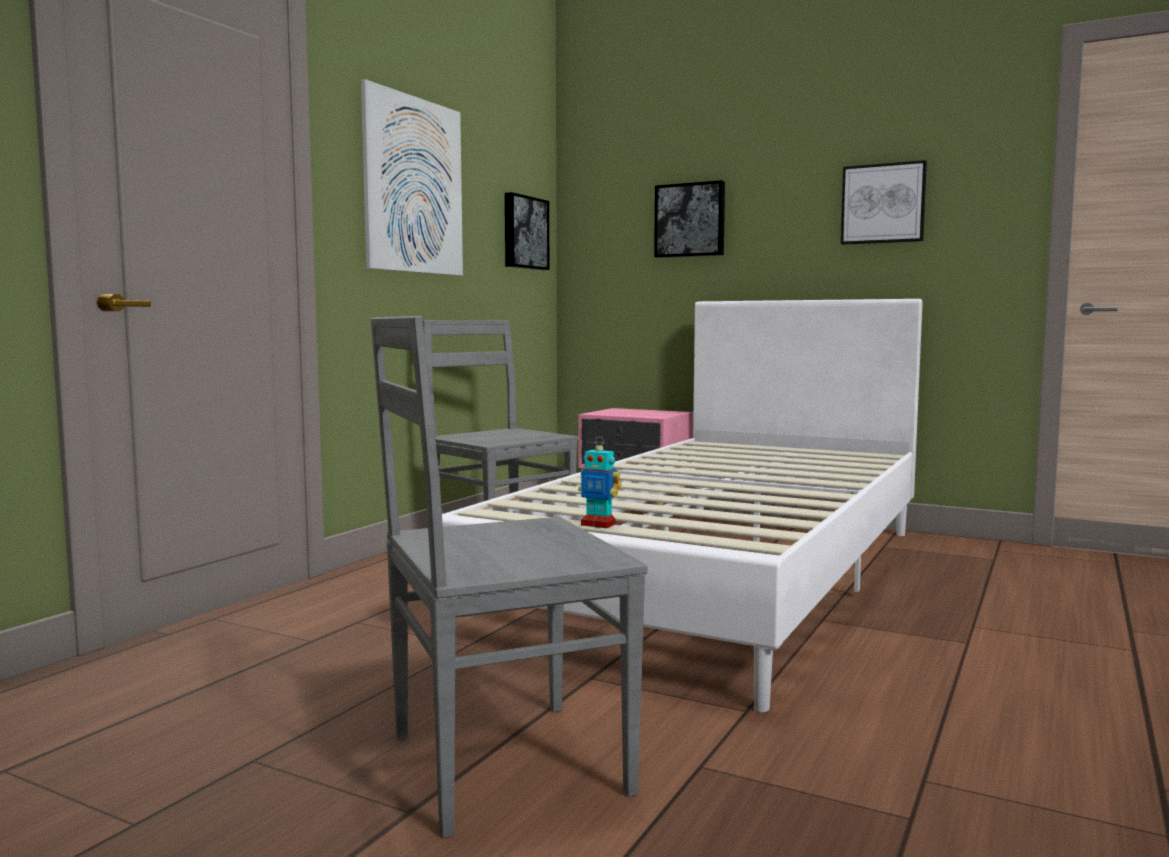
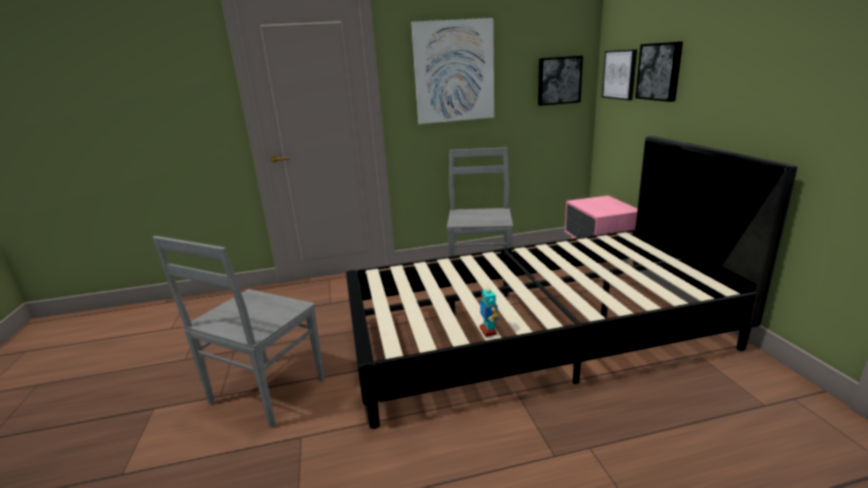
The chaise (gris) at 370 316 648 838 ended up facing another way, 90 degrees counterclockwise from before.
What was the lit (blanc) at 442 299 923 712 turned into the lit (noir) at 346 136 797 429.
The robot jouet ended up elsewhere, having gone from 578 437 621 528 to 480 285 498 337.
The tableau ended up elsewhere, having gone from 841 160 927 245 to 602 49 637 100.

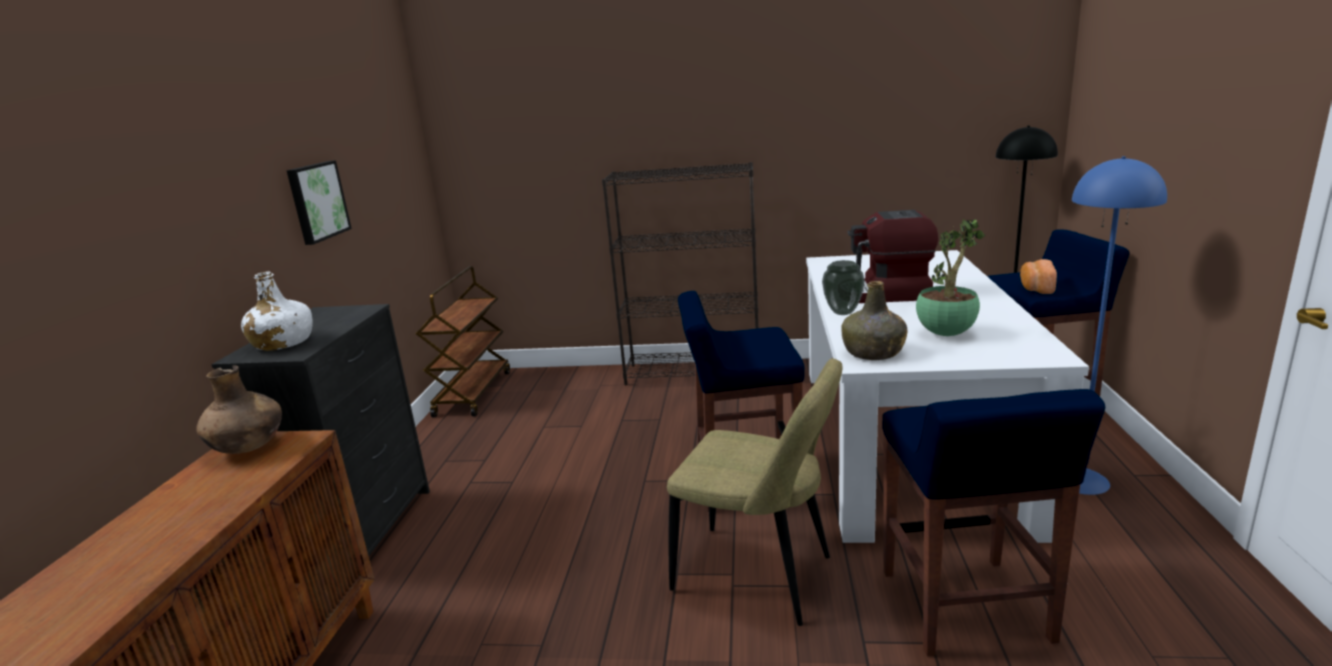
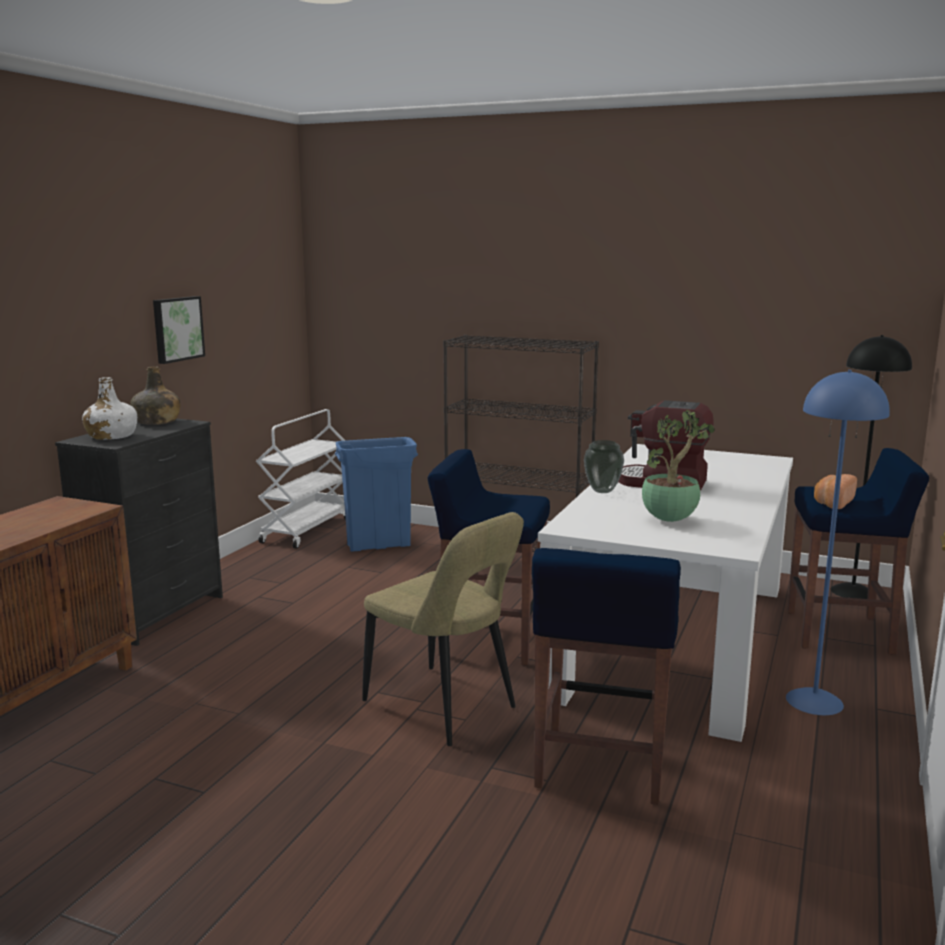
The bouteille (vert) ended up elsewhere, having gone from 841 281 907 360 to 131 366 180 425.
What was the chariot (marron) at 416 266 510 417 turned into the chariot (blanc) at 256 409 346 549.
The second view gained the poubelle (bleu) at 335 437 418 552.
The second view lost the vase (marron) at 196 365 282 454.

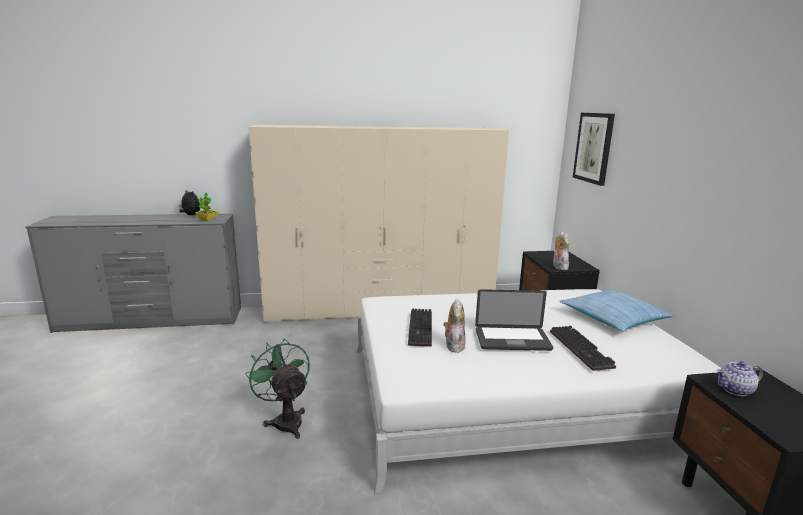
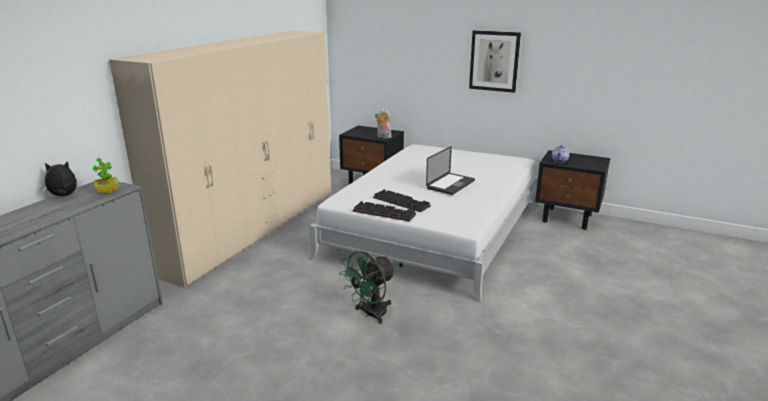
The ventilateur (vert) at 245 339 310 439 ended up facing another way, 45 degrees counterclockwise from before.
The clavier ended up elsewhere, having gone from 550 326 616 371 to 353 201 416 222.
The tableau ended up elsewhere, having gone from 573 113 615 186 to 469 30 521 93.
The second view lost the peluche at 443 298 466 353.
The second view lost the coussin at 559 289 673 332.

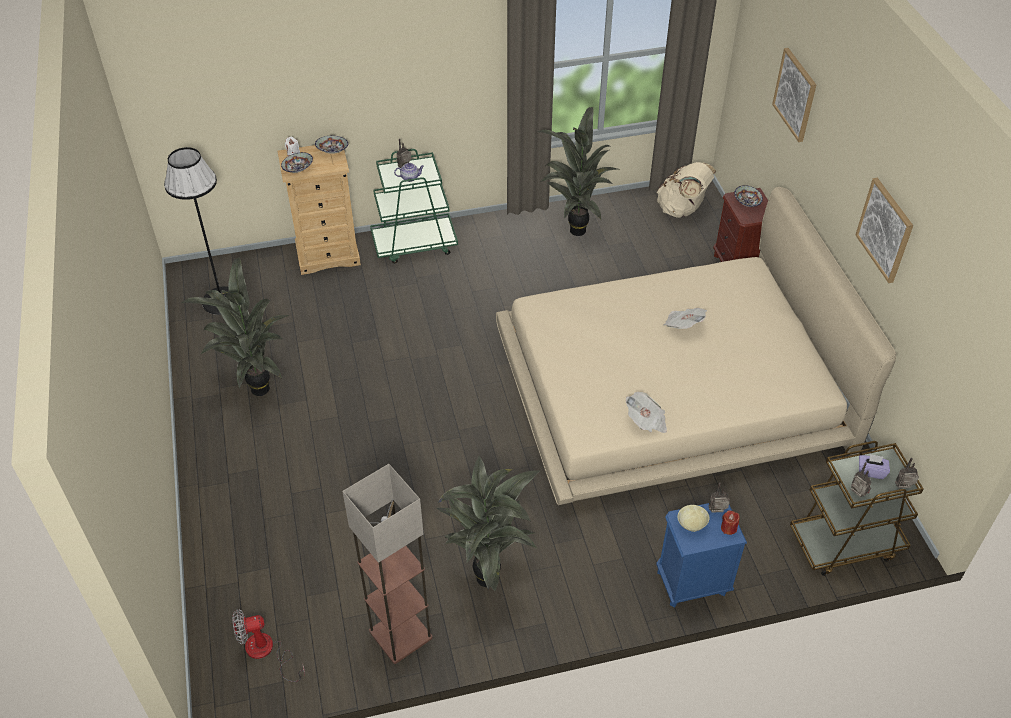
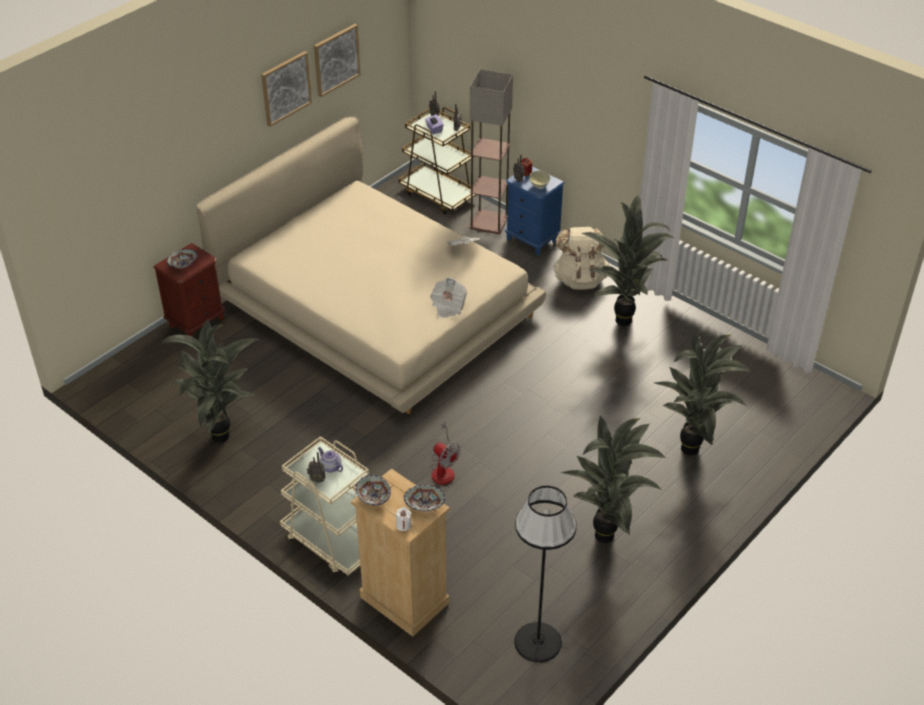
What was the chariot (vert) at 370 149 458 263 turned into the chariot (beige) at 280 436 369 575.
The tableau ended up elsewhere, having gone from 772 48 816 142 to 314 24 361 97.
The journal ended up elsewhere, having gone from 664 308 707 329 to 430 277 467 318.
The ventilateur ended up elsewhere, having gone from 232 609 305 682 to 430 420 460 485.
The lampadaire ended up elsewhere, having gone from 342 464 433 664 to 470 69 513 234.
The sac à dos (beige) ended up elsewhere, having gone from 657 162 716 218 to 553 227 609 290.
The second view gained the plante en pot at 655 331 751 455.

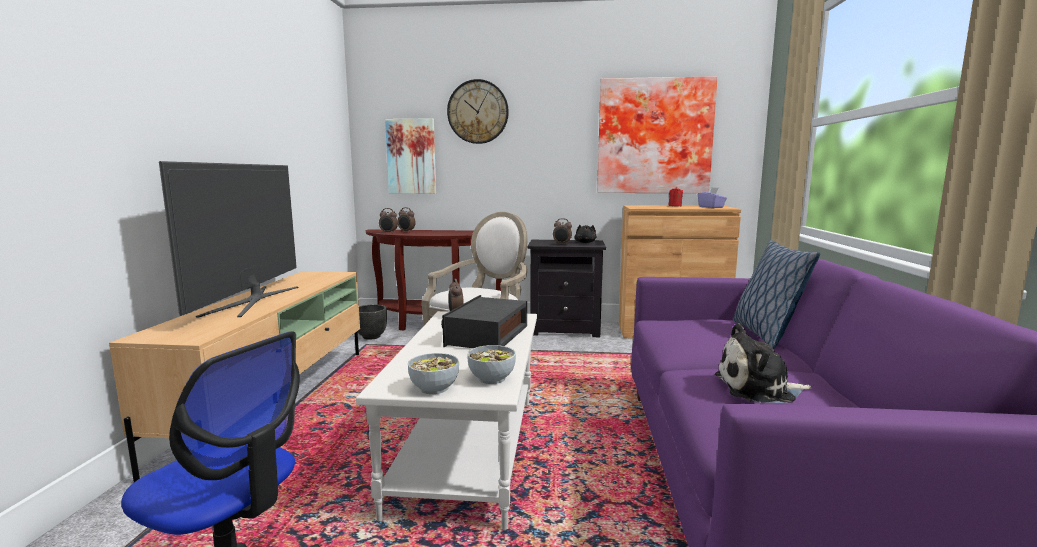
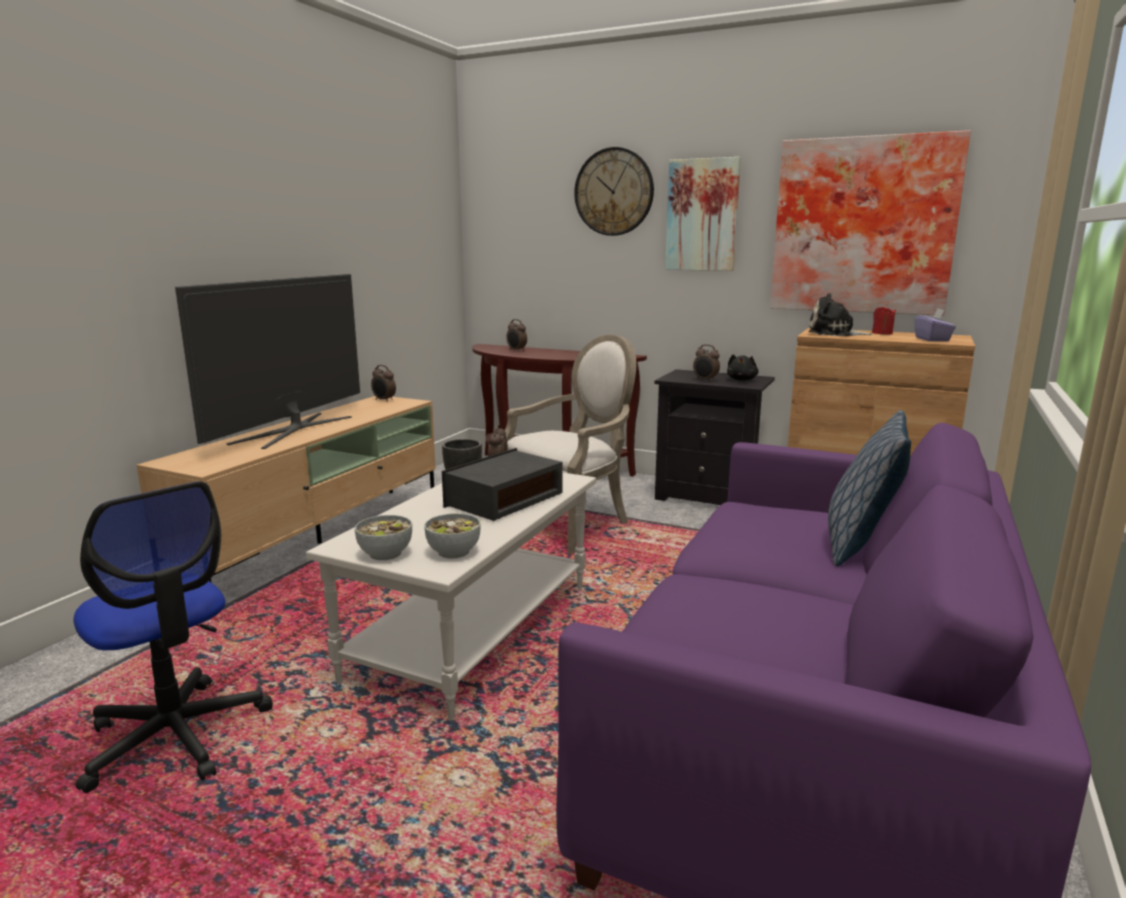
The réveil ended up elsewhere, having gone from 379 208 398 234 to 371 365 396 402.
The tableau ended up elsewhere, having gone from 385 118 436 194 to 665 157 741 271.
The peluche ended up elsewhere, having gone from 715 323 811 403 to 809 293 872 336.

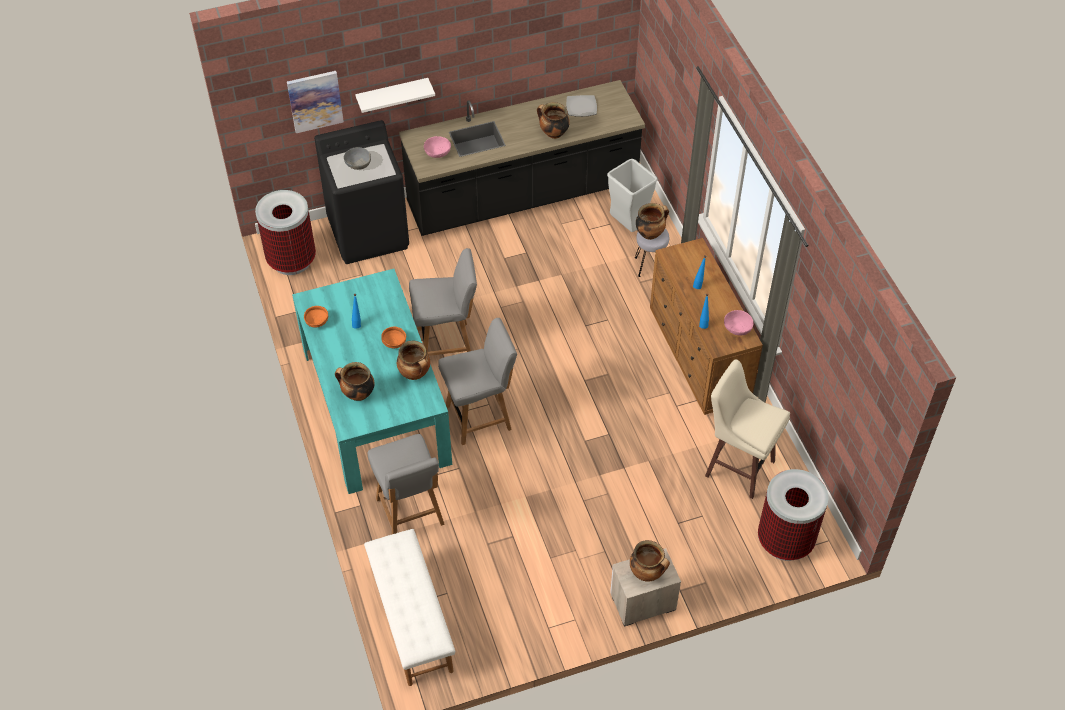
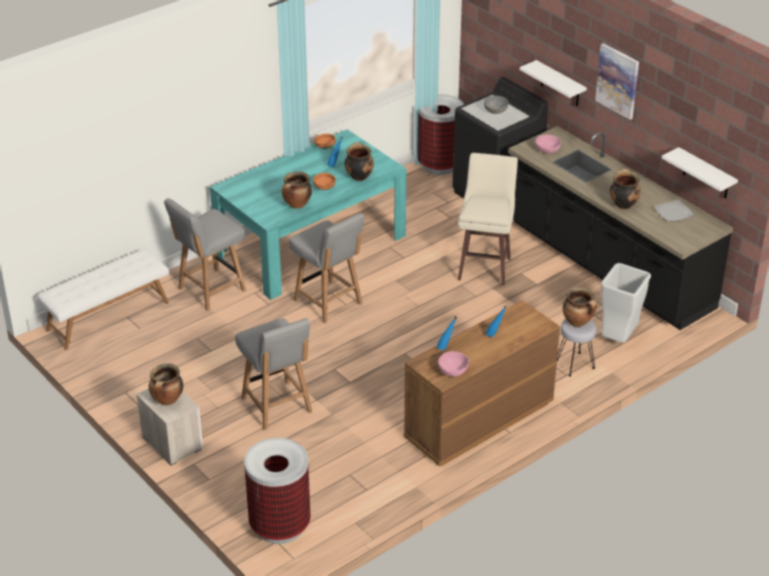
The chaise (gris) ended up elsewhere, having gone from 409 248 477 356 to 235 318 312 430.
The marmite ended up elsewhere, having gone from 335 362 375 401 to 345 142 374 181.
The tabouret (beige) ended up elsewhere, having gone from 705 359 790 499 to 458 153 518 286.
The tableau ended up elsewhere, having gone from 287 71 344 133 to 595 43 639 120.
The second view gained the étagère (blanc) at 662 147 738 199.

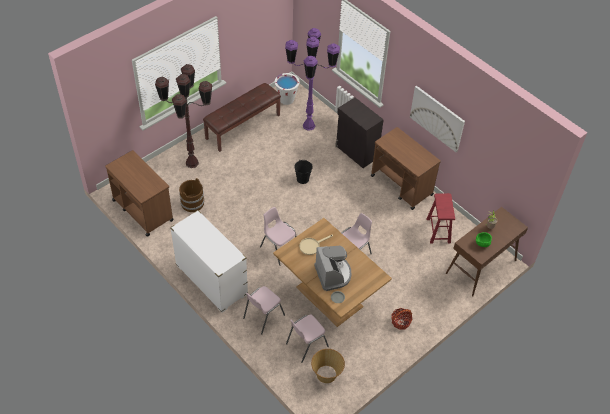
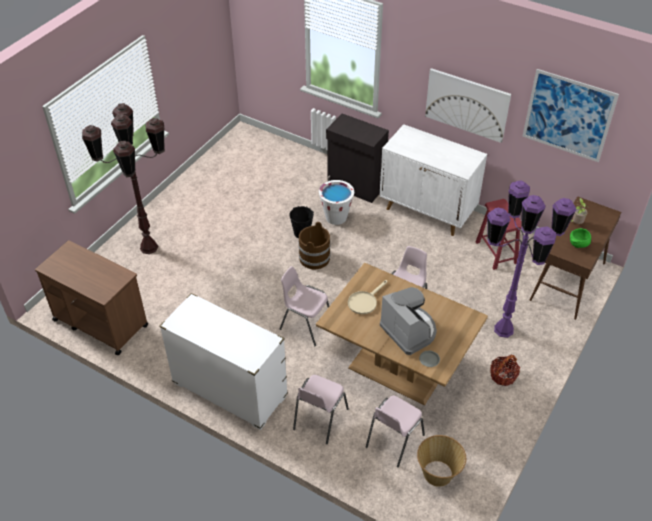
The seau (marron) ended up elsewhere, having gone from 179 178 204 212 to 298 222 331 269.
The seau (blanc) ended up elsewhere, having gone from 275 73 300 105 to 319 180 354 225.
Where the chariot (marron) stood at 371 127 441 210, the meuble de rangement (blanc) came to stand at 379 124 487 236.
The lampadaire (violet) ended up elsewhere, having gone from 285 28 340 131 to 487 180 576 338.
The second view gained the tableau at 523 69 619 162.
The second view lost the banc (marron) at 203 83 281 152.

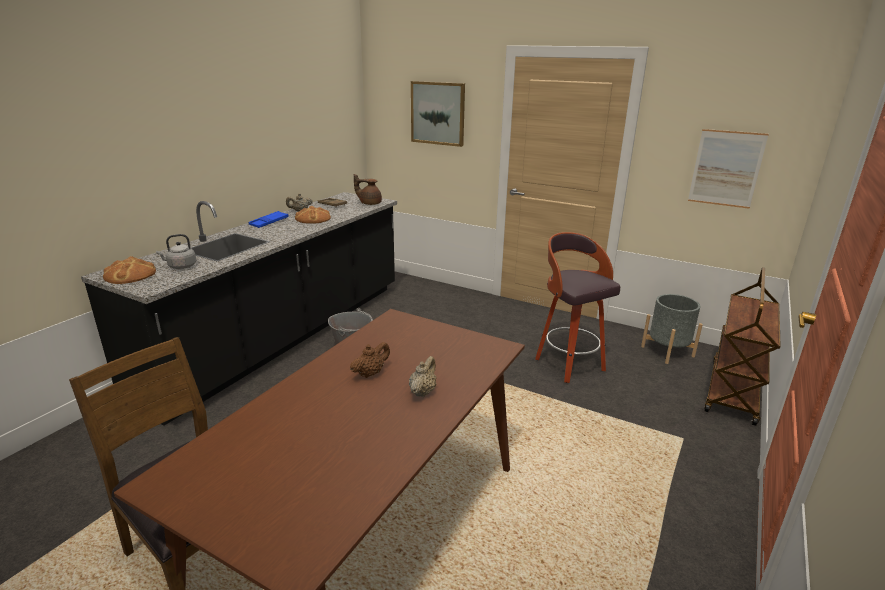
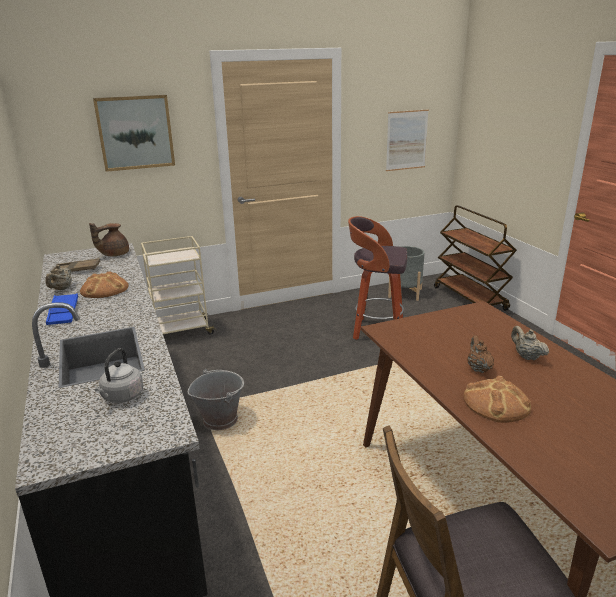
The second view gained the chariot (beige) at 141 236 217 335.
The pain ended up elsewhere, having gone from 103 256 156 284 to 463 376 531 423.

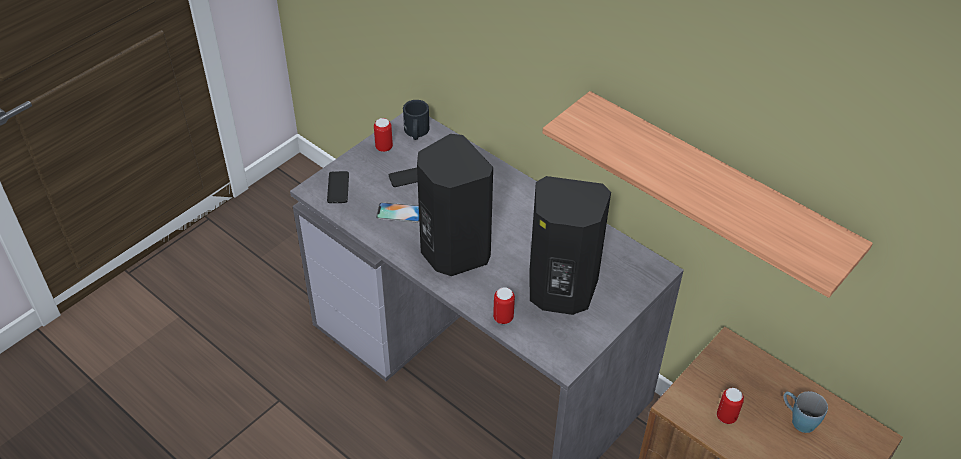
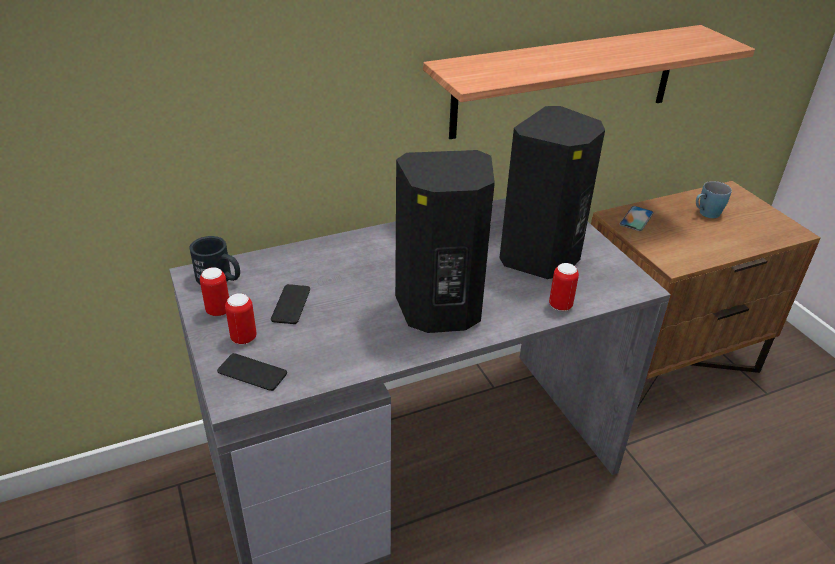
The boîte métallique ended up elsewhere, having gone from 717 388 744 424 to 225 293 257 345.
The téléphone ended up elsewhere, having gone from 376 202 419 222 to 619 206 654 231.

